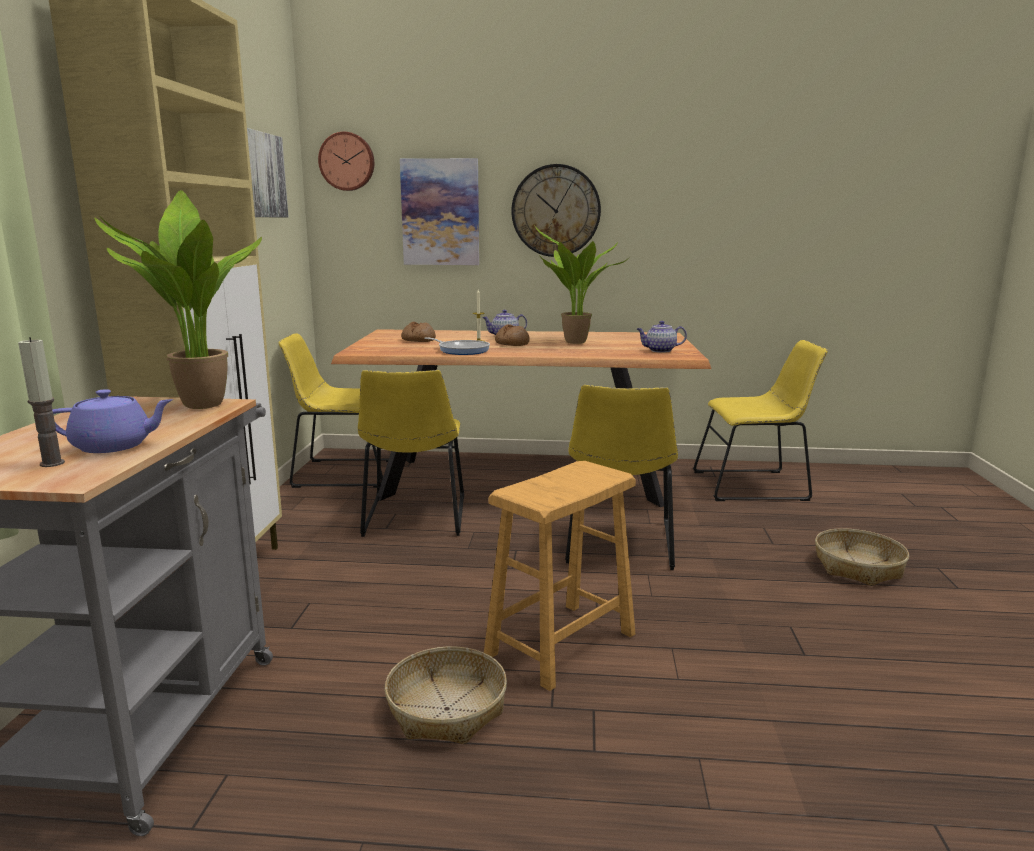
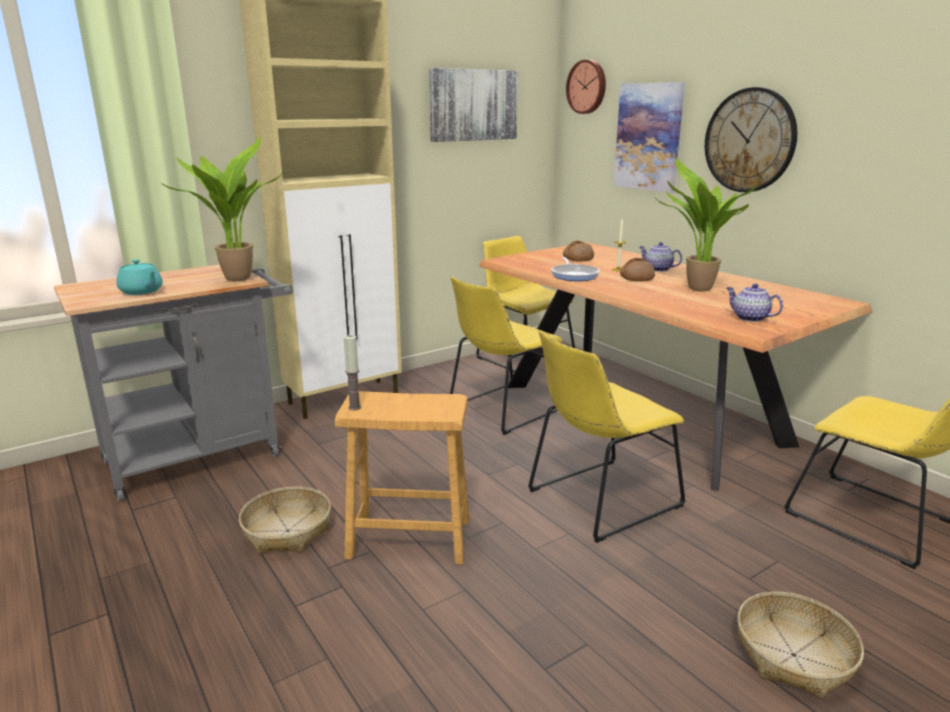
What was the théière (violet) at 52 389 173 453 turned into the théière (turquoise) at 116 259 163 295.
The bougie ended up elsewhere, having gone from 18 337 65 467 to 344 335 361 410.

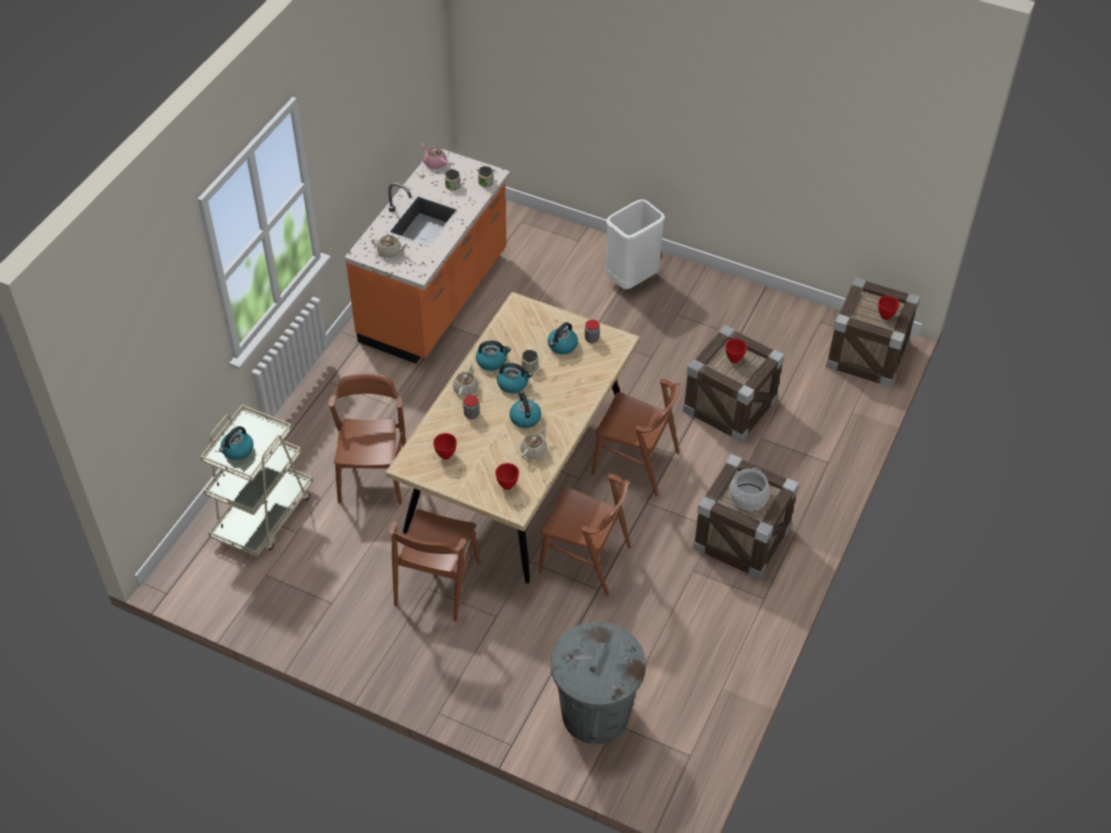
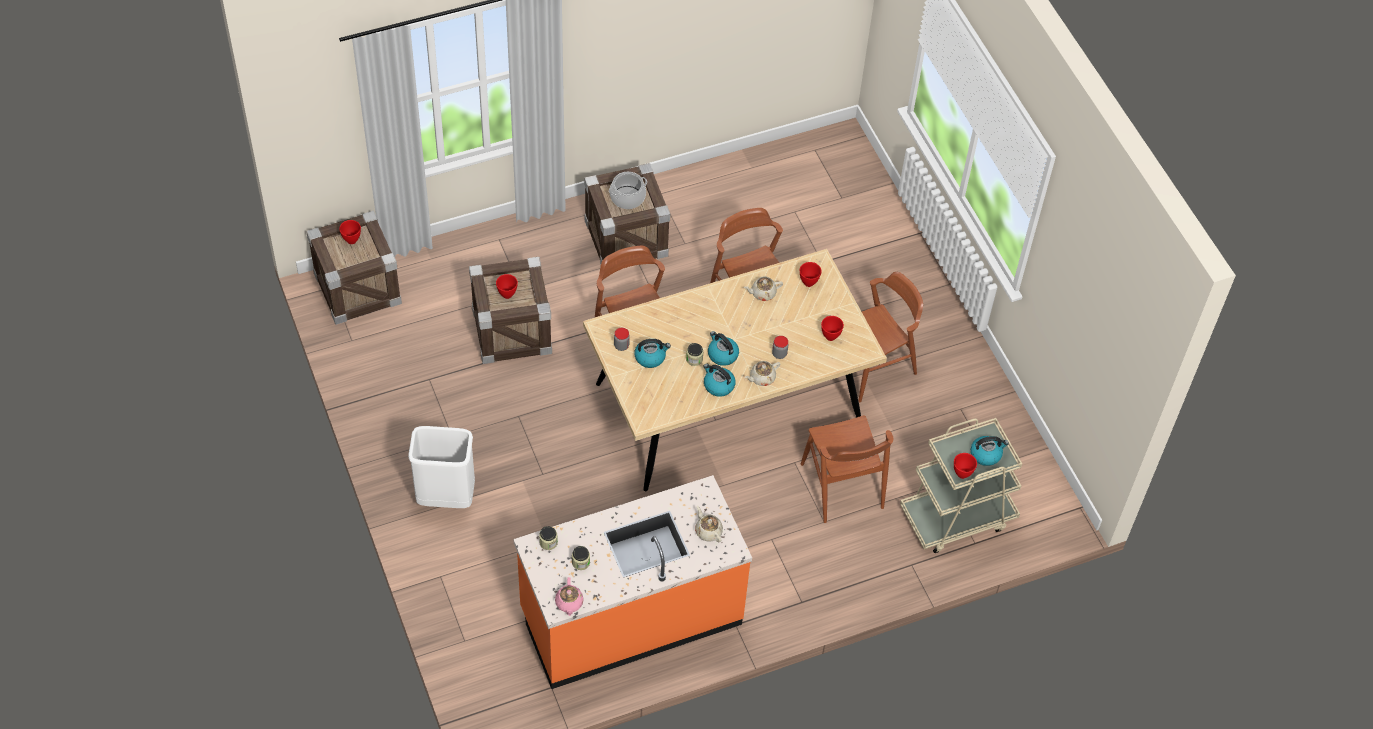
The chaise (marron) at 329 373 406 504 ended up facing another way, 60 degrees counterclockwise from before.
The second view gained the bol (rouge) at 954 453 977 479.
The second view lost the bouilloire at 509 392 541 428.
The second view lost the poubelle (gris) at 550 622 646 744.

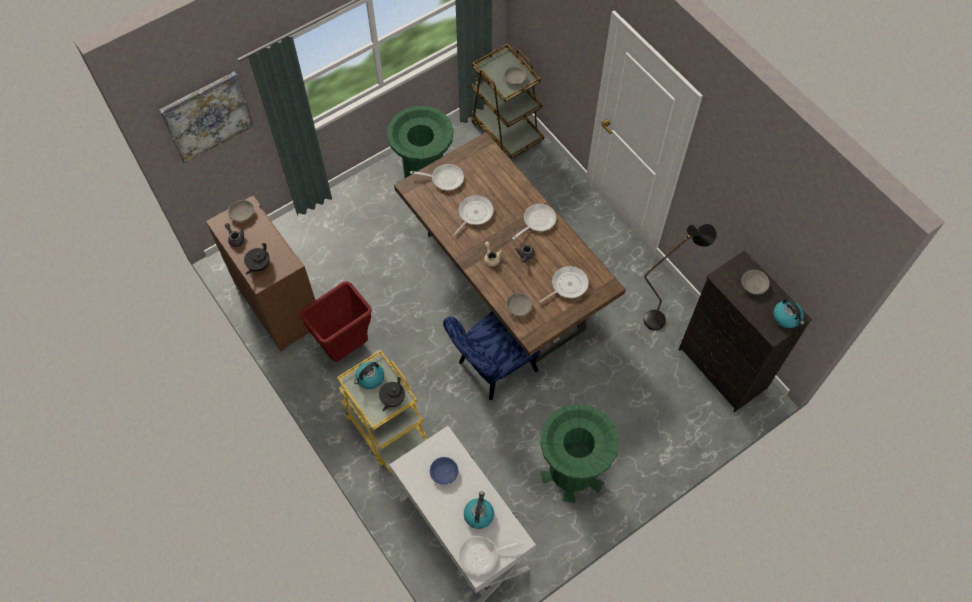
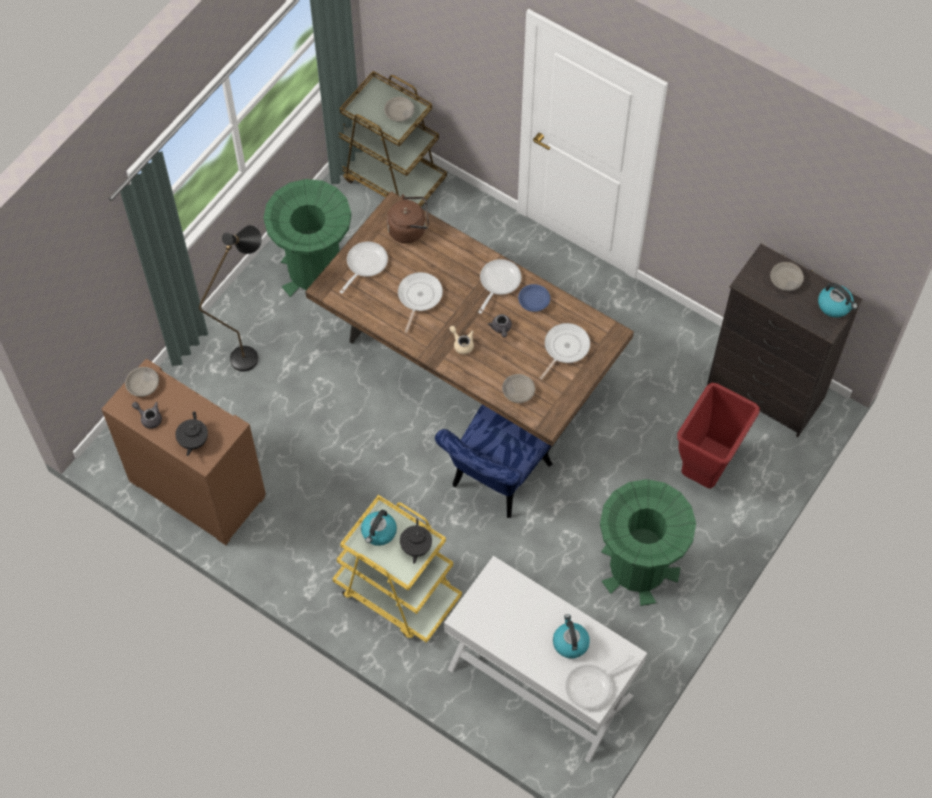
The lampadaire (noir) ended up elsewhere, having gone from 644 224 717 330 to 199 225 262 371.
The poêle at 410 164 464 190 ended up facing another way, 45 degrees counterclockwise from before.
The second view gained the bouilloire (marron) at 387 194 429 244.
The bol (bleu) ended up elsewhere, having gone from 430 457 458 485 to 518 284 550 312.
The poubelle (rouge) ended up elsewhere, having gone from 300 281 372 362 to 677 383 760 489.
The second view lost the tableau at 159 71 254 163.

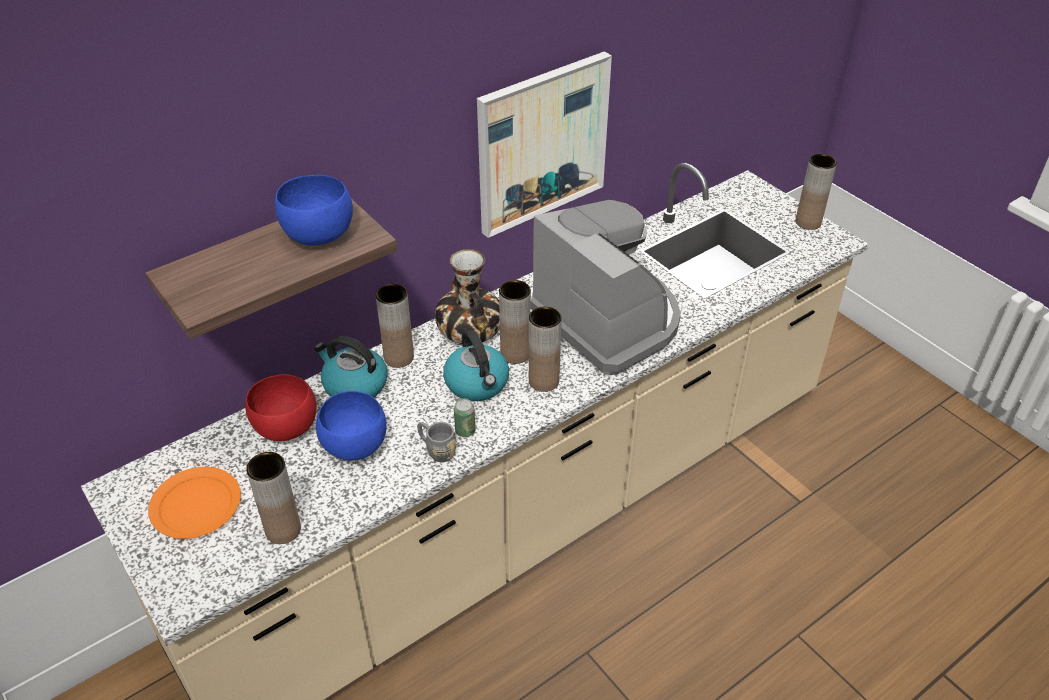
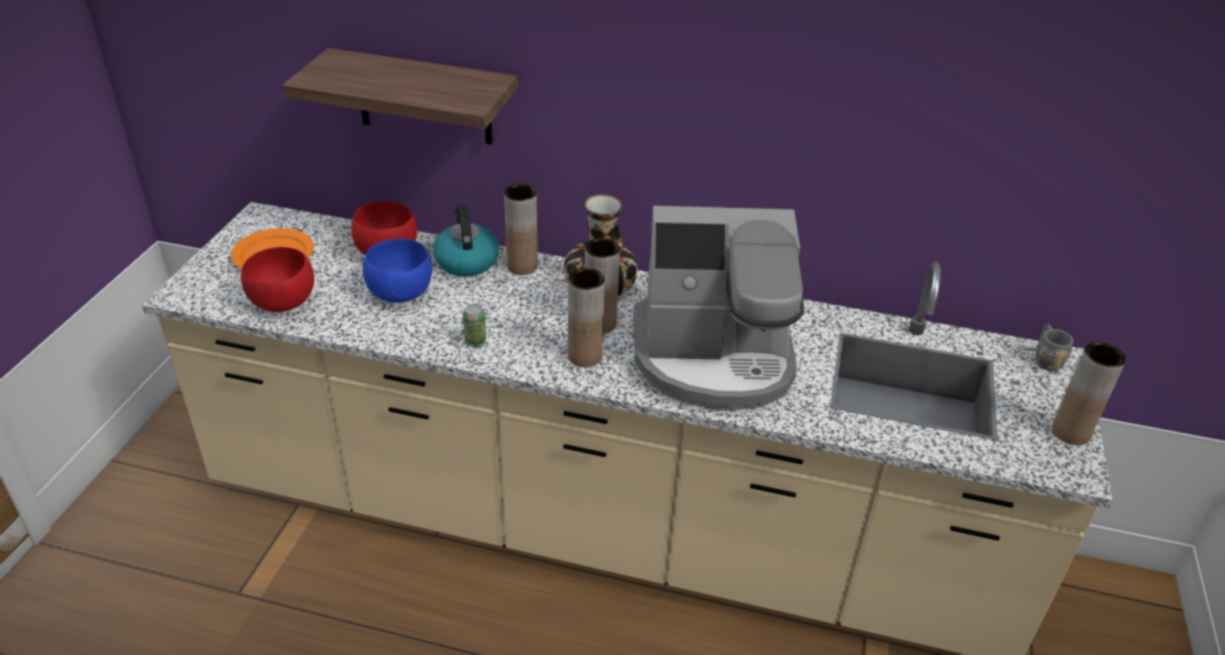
Where the vase (marron) stood at 246 452 301 544, the bol (rouge) came to stand at 241 247 314 312.
The machine à café at 531 200 681 375 ended up facing another way, 75 degrees clockwise from before.
The mug (gris) ended up elsewhere, having gone from 417 422 457 462 to 1036 324 1073 371.
The second view lost the bol (bleu) at 275 175 353 245.
The second view lost the bouilloire at 443 330 509 401.
The second view lost the tableau at 477 51 612 238.

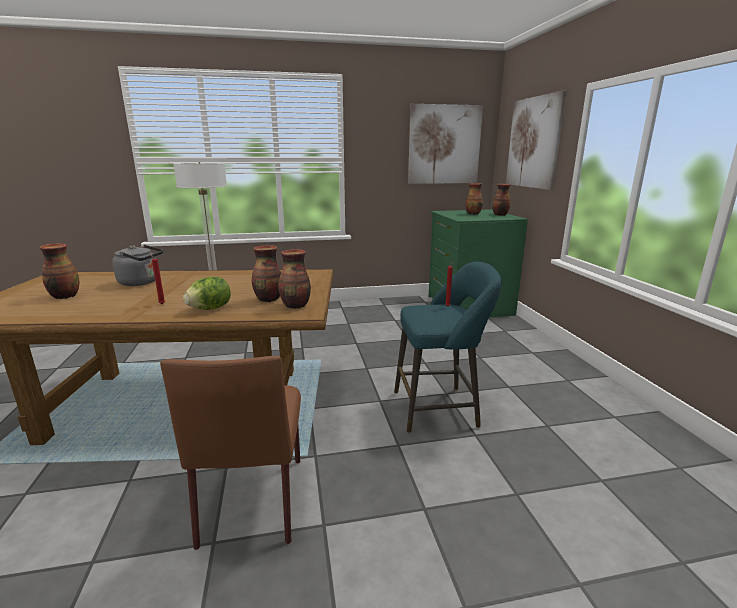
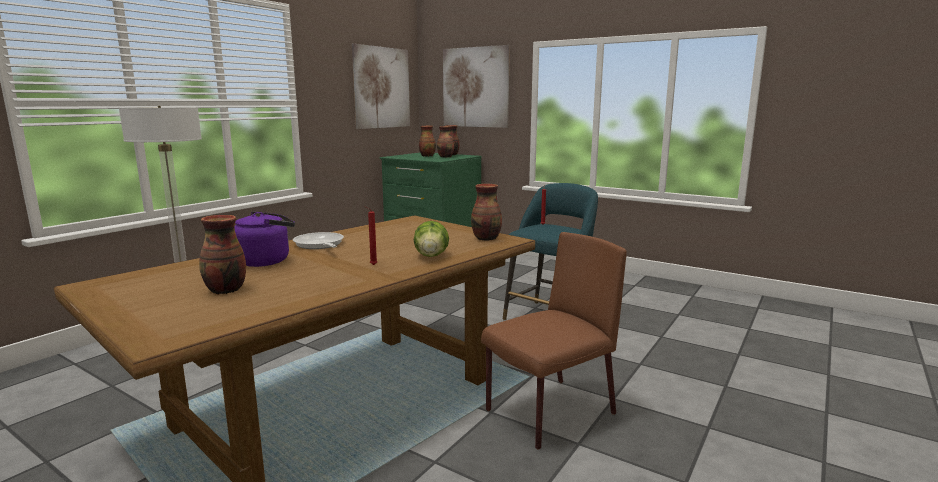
What was the bouilloire (gris) at 112 245 163 286 turned into the bouilloire (violet) at 235 212 295 267.
The second view gained the poêle at 293 232 344 249.
The vase ended up elsewhere, having gone from 252 245 281 302 to 437 126 454 157.
The chaise (marron) at 160 356 301 550 ended up facing another way, 75 degrees counterclockwise from before.

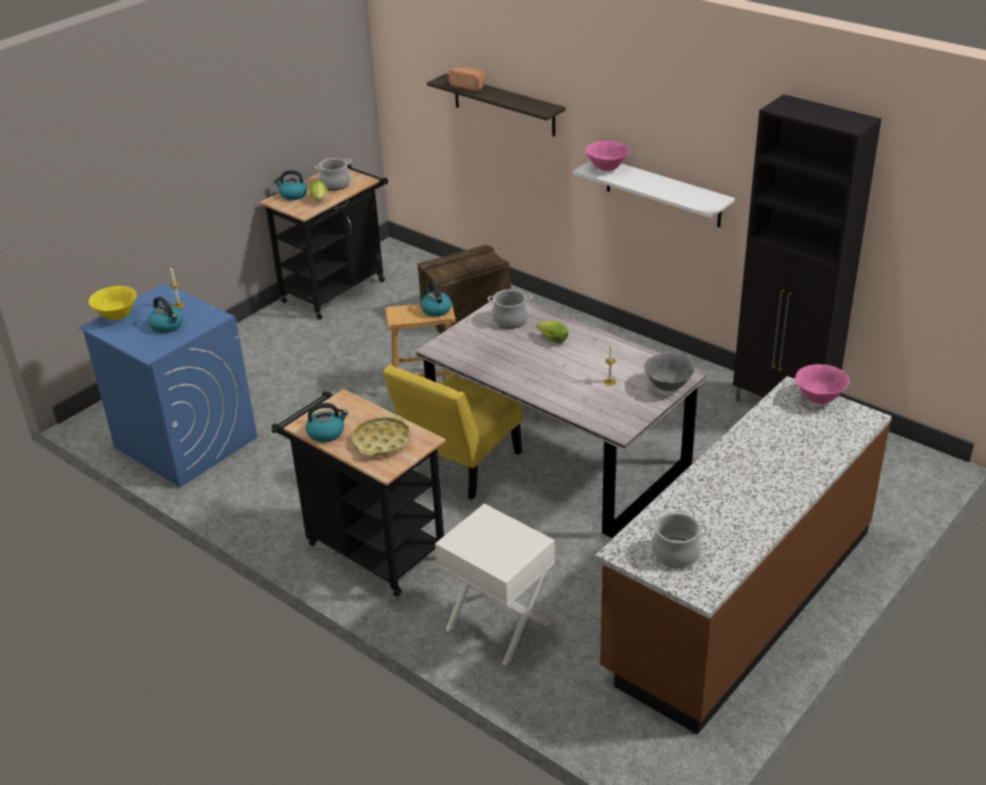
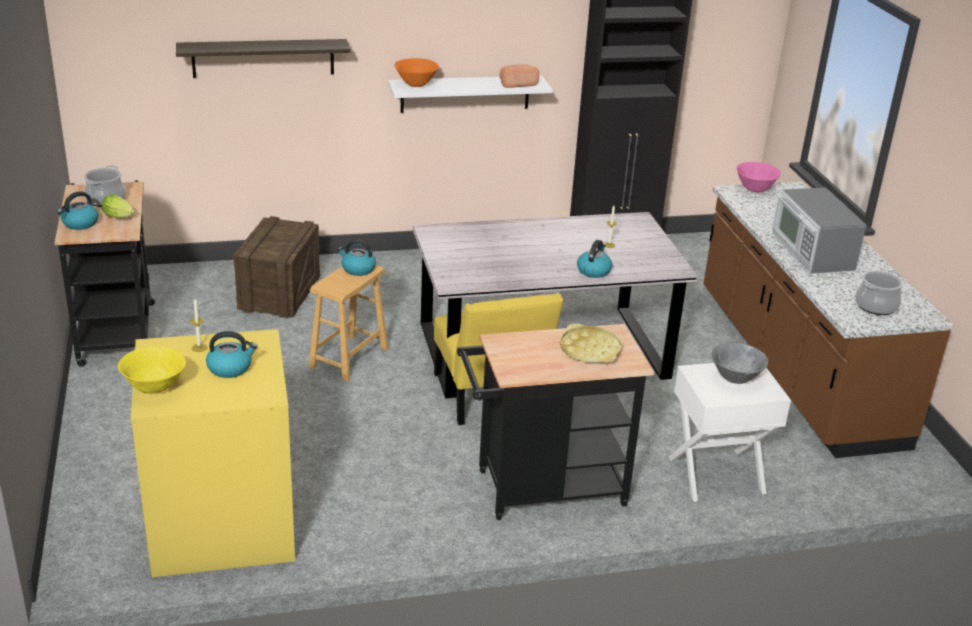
What was the lave-linge (bleu) at 79 283 257 487 turned into the lave-linge (jaune) at 131 329 295 577.
What was the bol (rose) at 585 141 630 171 turned into the bol (orange) at 394 58 439 87.
The pain ended up elsewhere, having gone from 449 67 486 91 to 500 64 539 88.
The bouilloire ended up elsewhere, having gone from 306 403 348 442 to 577 240 612 278.
The bol (gris) ended up elsewhere, having gone from 644 354 694 391 to 711 343 768 384.
The second view gained the micro-ondes at 772 187 866 274.
The second view lost the marmite at 488 289 532 329.
The second view lost the laitue at 537 321 568 343.

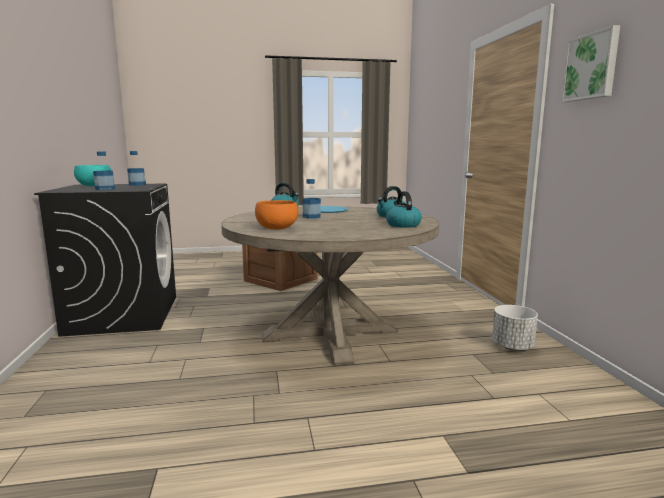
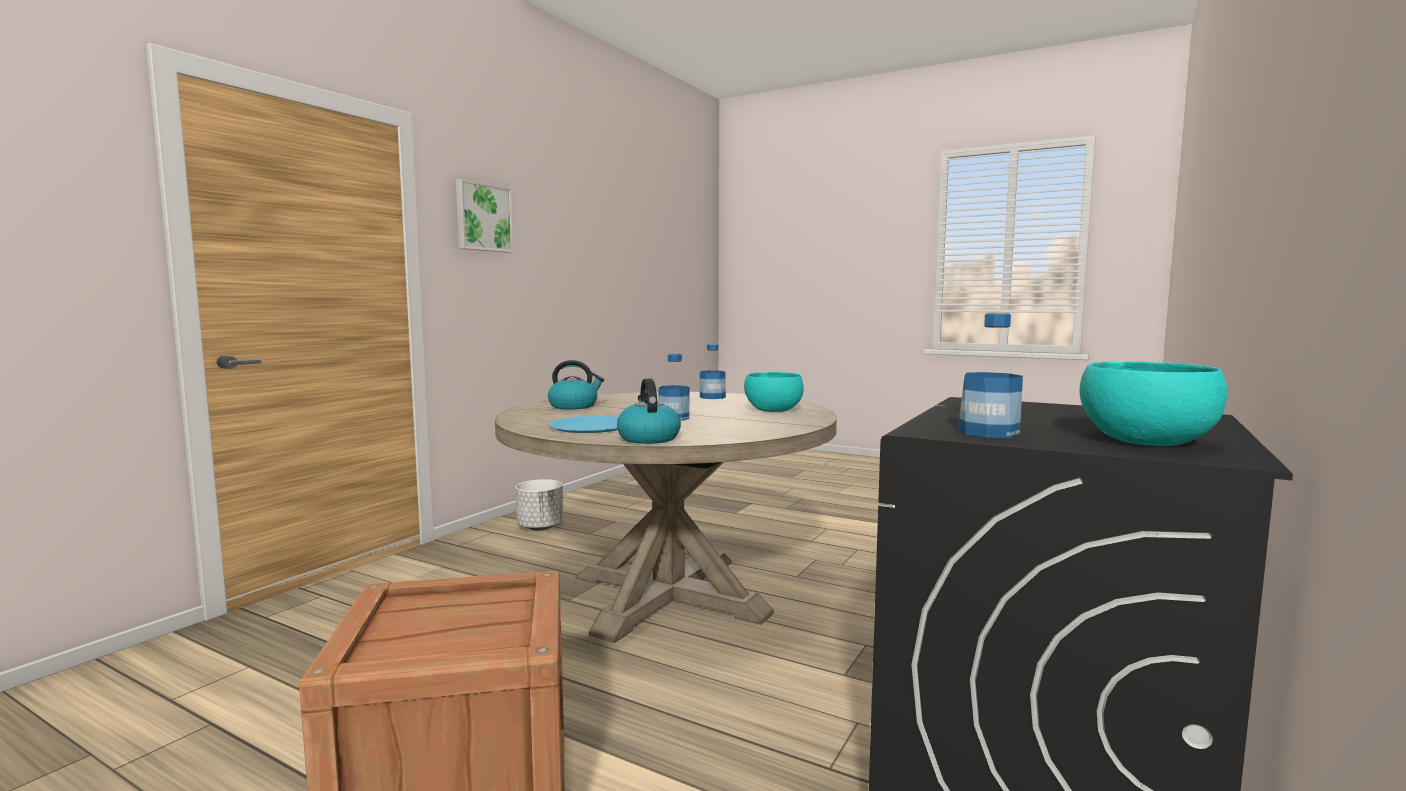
The bouteille ended up elsewhere, having gone from 93 151 115 190 to 700 344 726 399.
What was the bol (orange) at 255 200 298 229 turned into the bol (turquoise) at 744 372 804 412.
The second view lost the bouilloire at 386 191 422 228.

